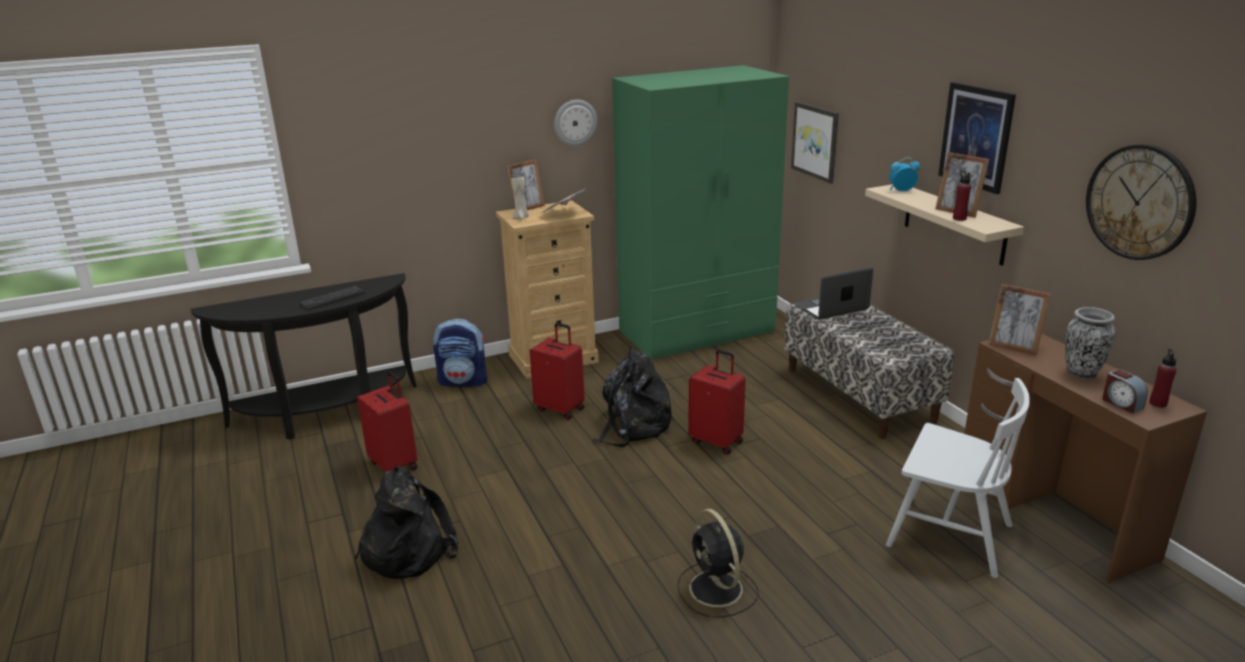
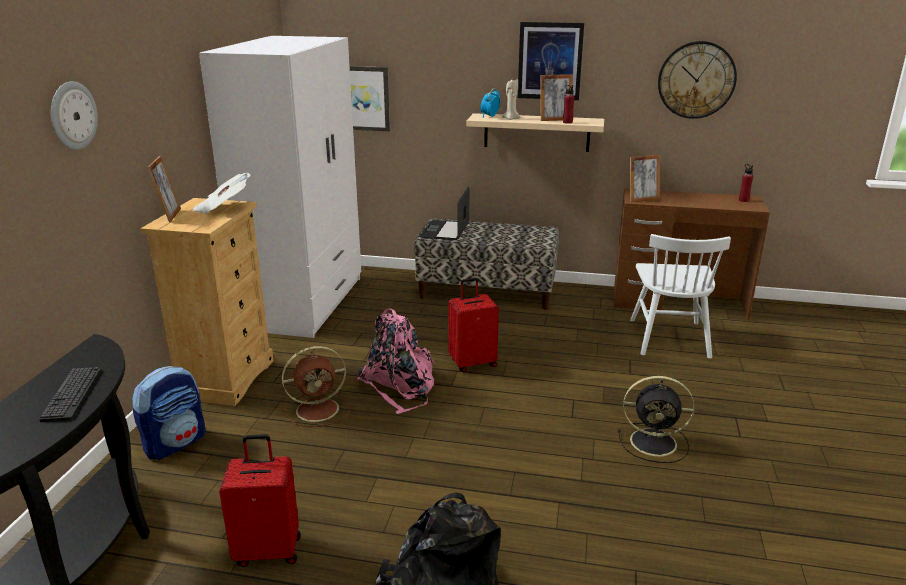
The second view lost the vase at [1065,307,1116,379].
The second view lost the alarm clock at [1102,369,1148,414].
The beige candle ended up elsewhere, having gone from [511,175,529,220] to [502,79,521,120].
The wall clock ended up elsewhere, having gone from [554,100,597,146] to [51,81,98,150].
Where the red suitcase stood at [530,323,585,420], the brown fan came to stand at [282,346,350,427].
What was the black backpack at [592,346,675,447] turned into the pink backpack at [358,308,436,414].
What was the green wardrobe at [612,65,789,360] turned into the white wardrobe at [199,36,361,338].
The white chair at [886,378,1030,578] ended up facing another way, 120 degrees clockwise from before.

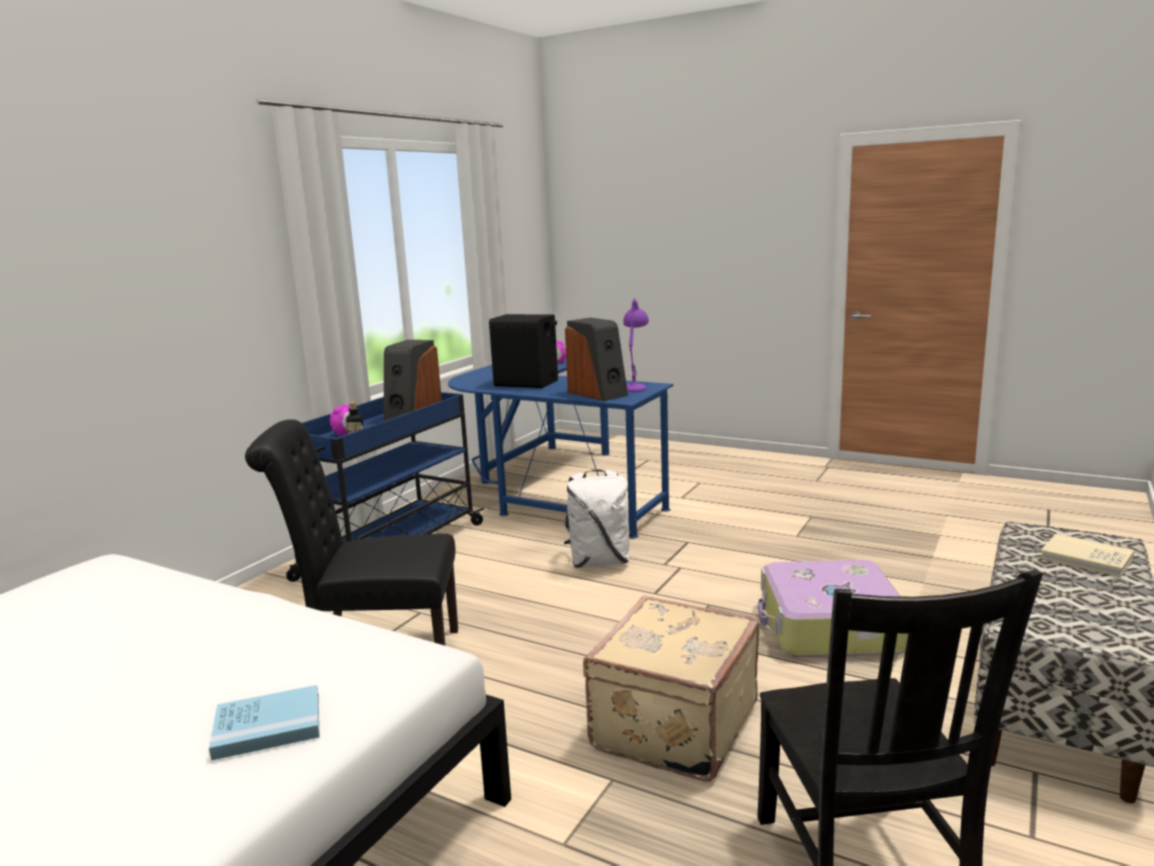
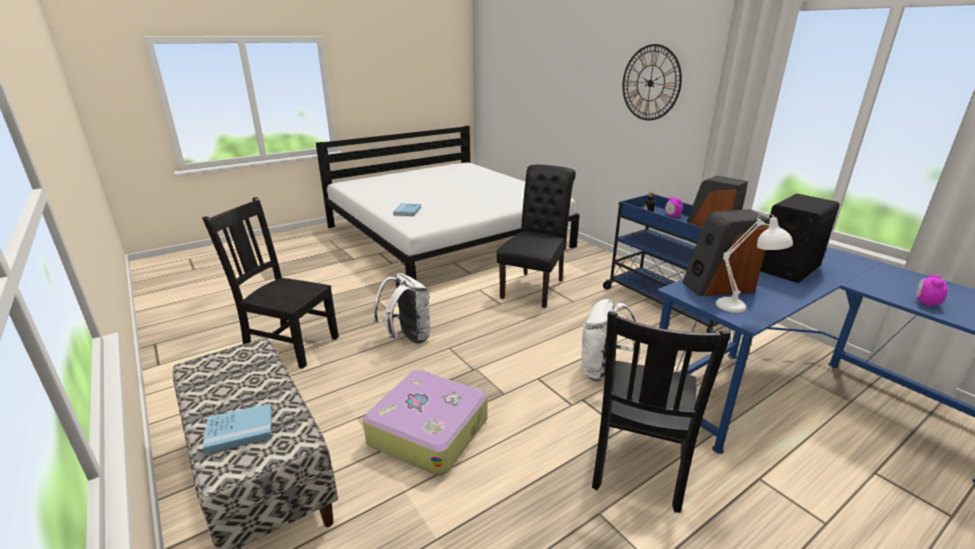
The second view gained the black chair at [592,311,731,513].
The second view gained the wall clock at [623,44,682,120].
Where the beige suitcase stood at [583,596,760,781], the white backpack came to stand at [373,273,431,344].
What was the purple table lamp at [623,298,649,392] turned into the white table lamp at [716,213,793,313].
What was the beige book at [1040,534,1134,577] turned into the blue book at [202,403,272,455].

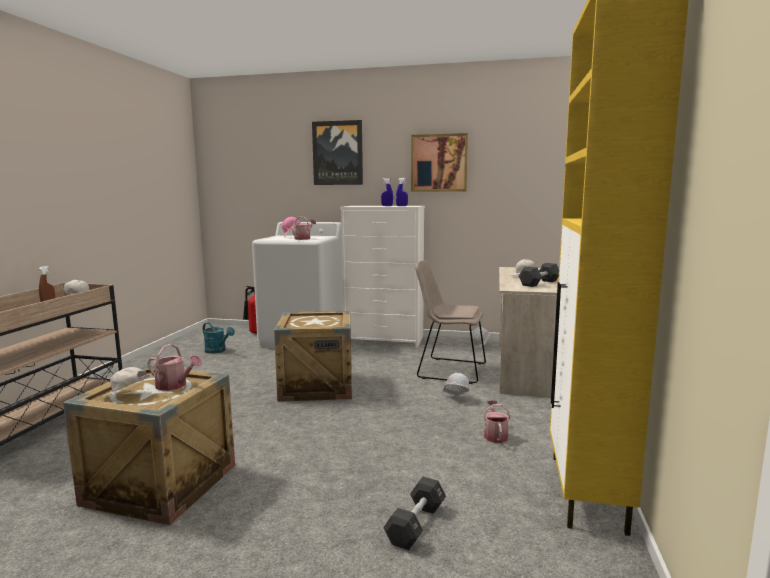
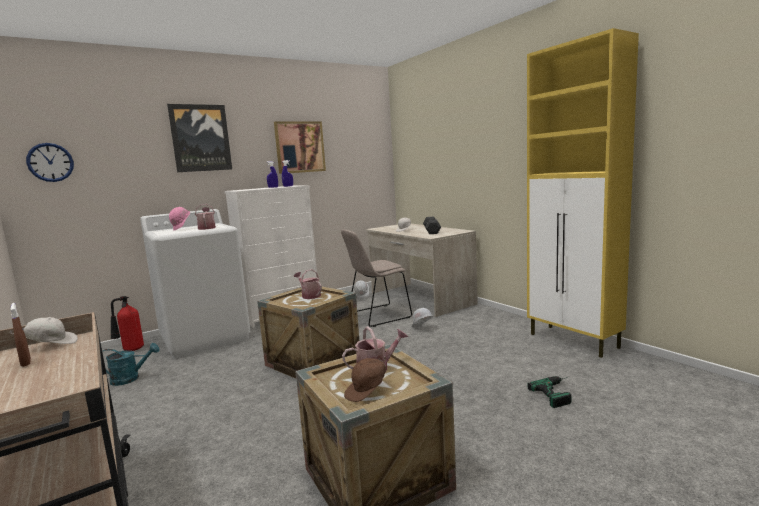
The second view gained the wall clock at [26,143,74,182].
The watering can ended up elsewhere, having gone from [483,400,510,443] to [294,269,322,299].
Where the black dumbbell stood at [383,477,446,550], the power drill came to stand at [528,376,572,408].
What was the white cap at [101,367,155,397] turned into the brown cap at [344,356,386,402].

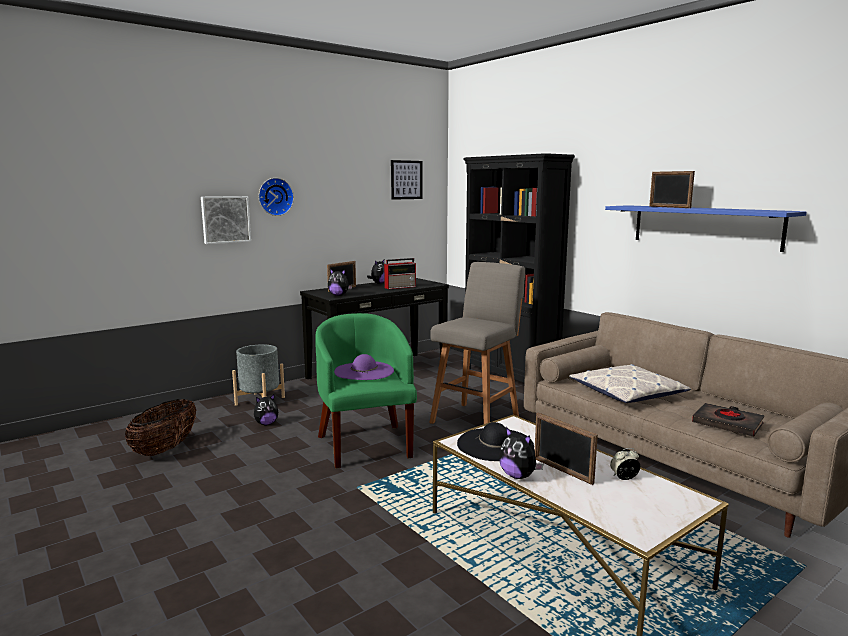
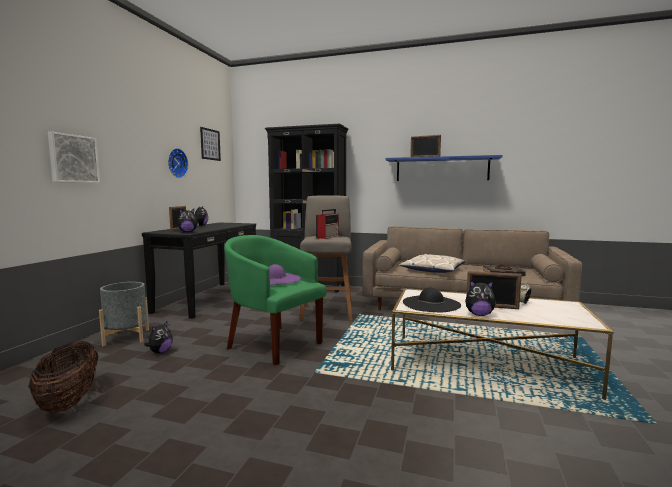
The wall clock ended up elsewhere, having gone from [259,178,294,216] to [168,148,188,178].
The radio ended up elsewhere, having gone from [384,258,416,289] to [316,209,339,239].

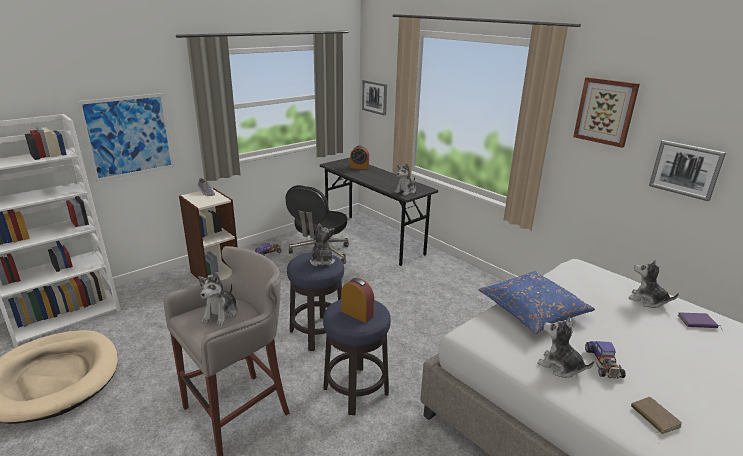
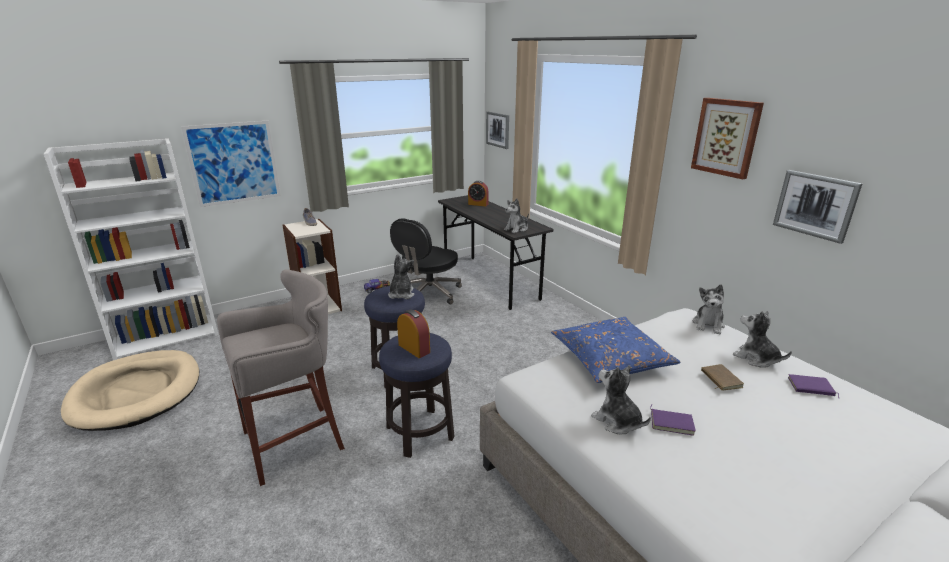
The plush toy ended up elsewhere, having gone from [198,273,238,326] to [693,285,725,335].
The brown book ended up elsewhere, having gone from [631,397,682,434] to [701,364,744,391].
Where the toy car stood at [585,341,626,379], the purple book came to stand at [650,404,696,436].

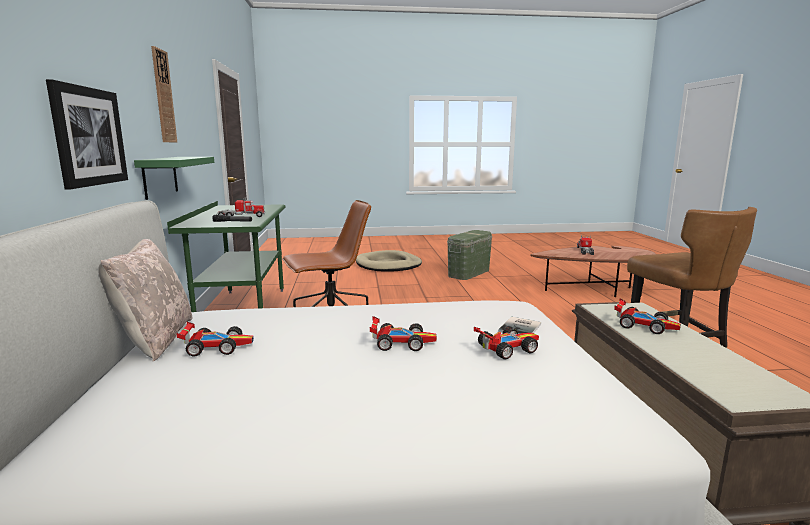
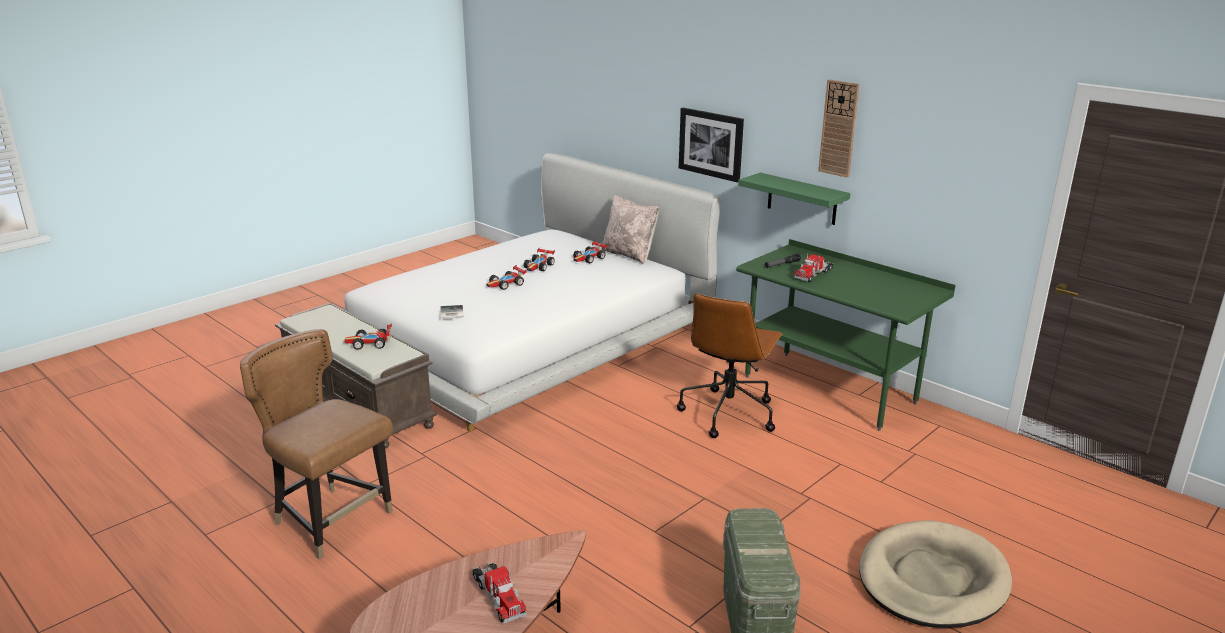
The toy car ended up elsewhere, having gone from [474,326,539,359] to [524,247,555,271].

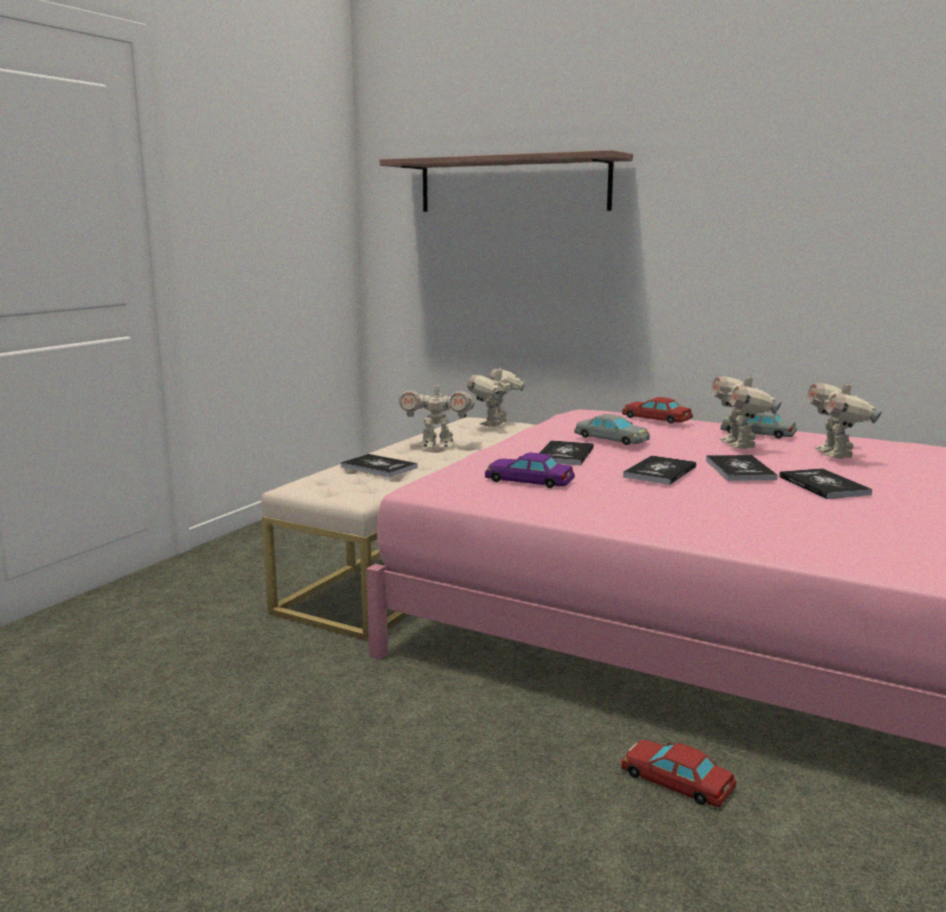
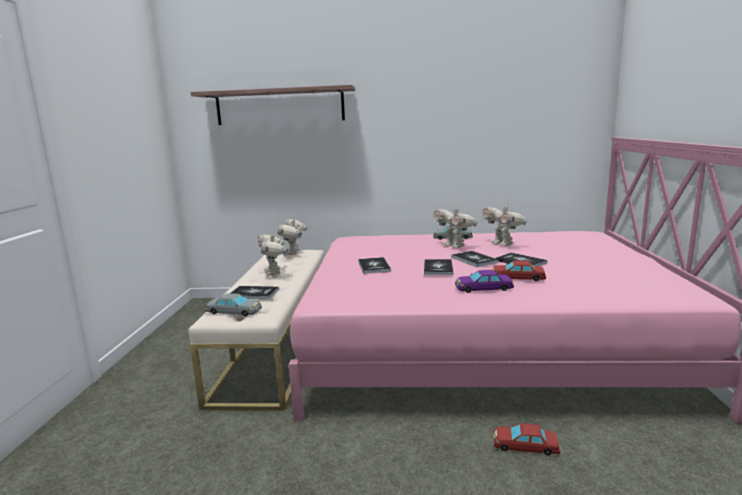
The purple toy car ended up elsewhere, having gone from [485,452,575,488] to [455,270,514,293].
The grey toy car ended up elsewhere, having gone from [574,414,650,445] to [205,293,262,317].
The red toy car ended up elsewhere, having gone from [622,397,693,424] to [491,260,546,281].
The toy robot at [399,378,474,448] ended up facing another way, 90 degrees clockwise from before.

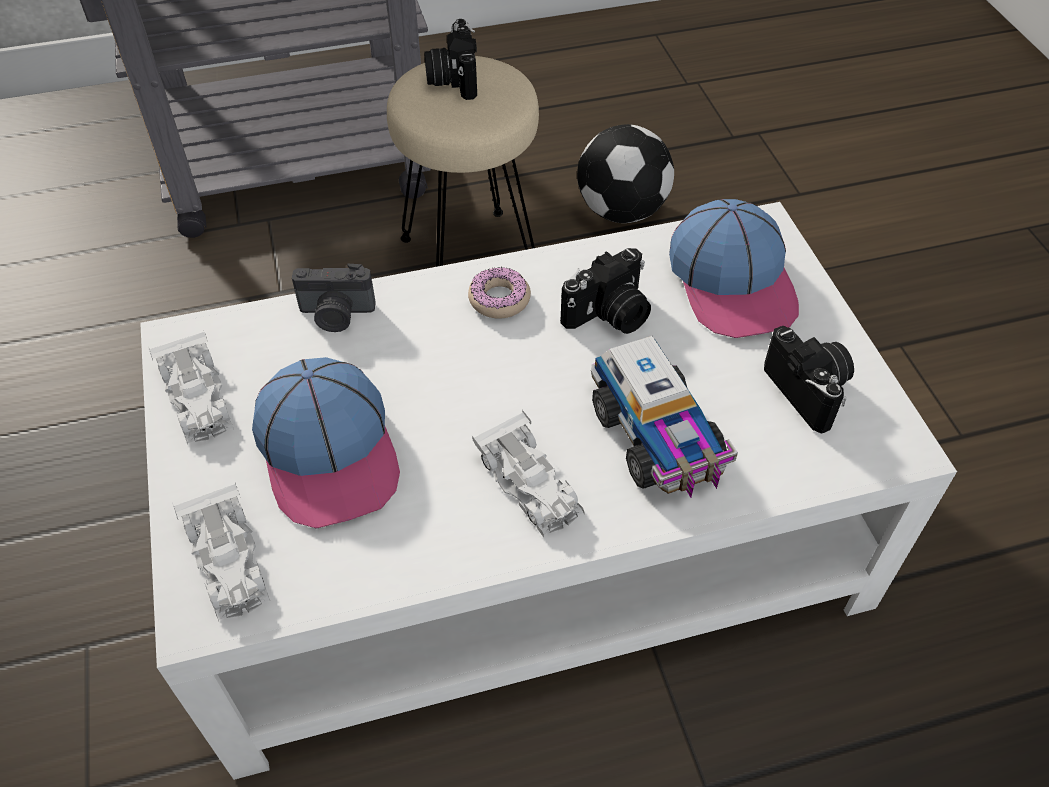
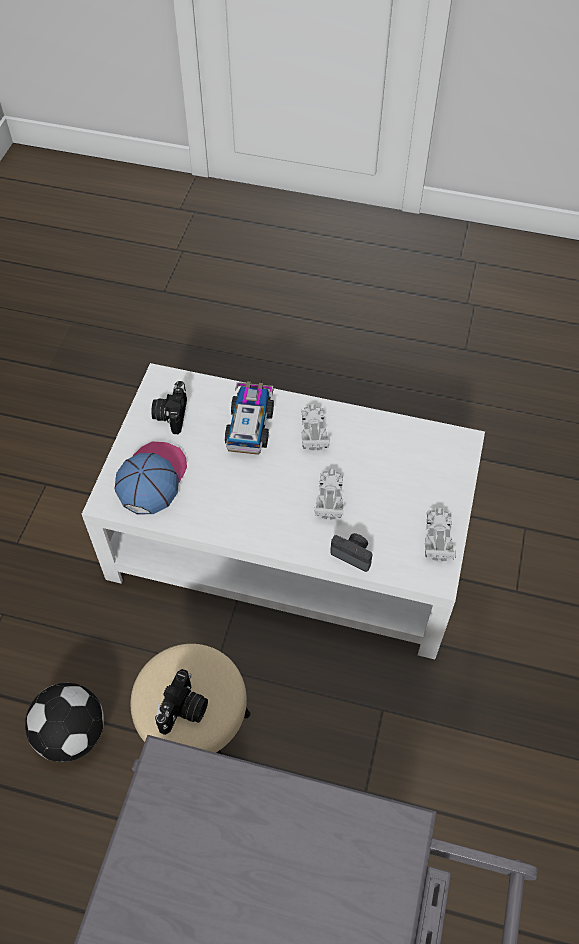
The second view lost the cap at [252,357,400,529].
The second view lost the donut at [468,267,531,319].
The second view lost the photo camera at [560,248,651,334].
The white toy car ended up elsewhere, having gone from [172,483,270,621] to [314,469,344,520].

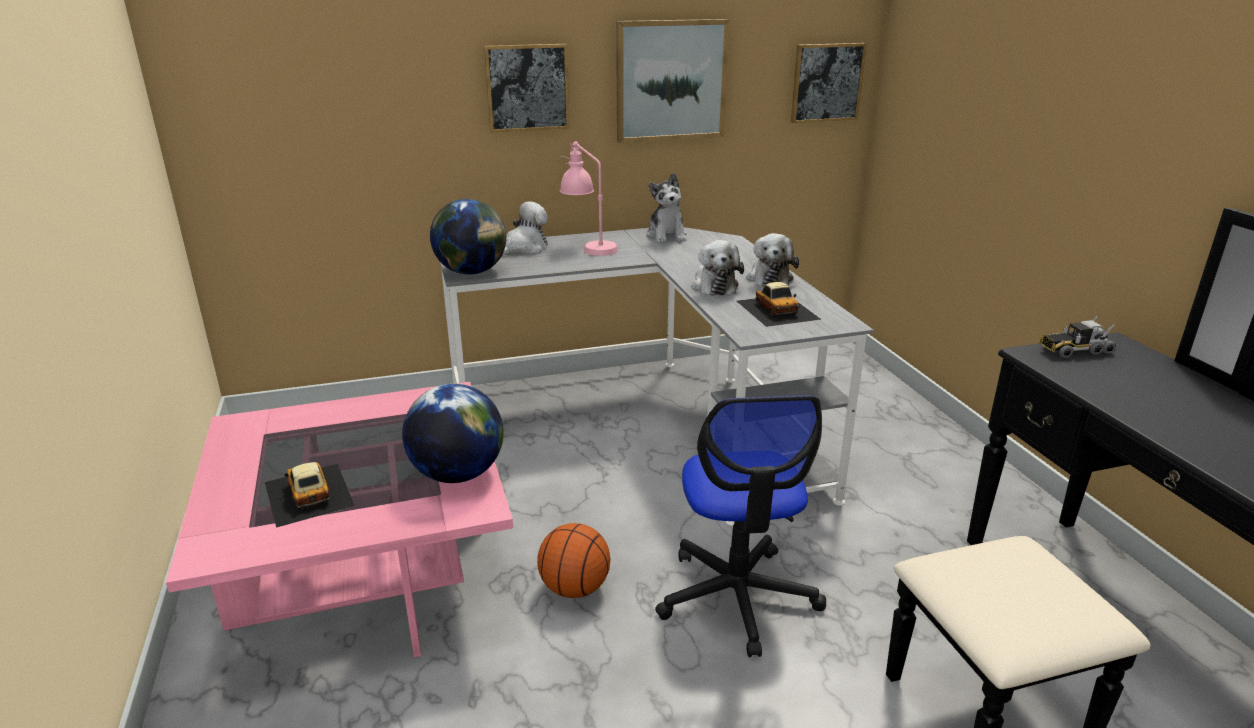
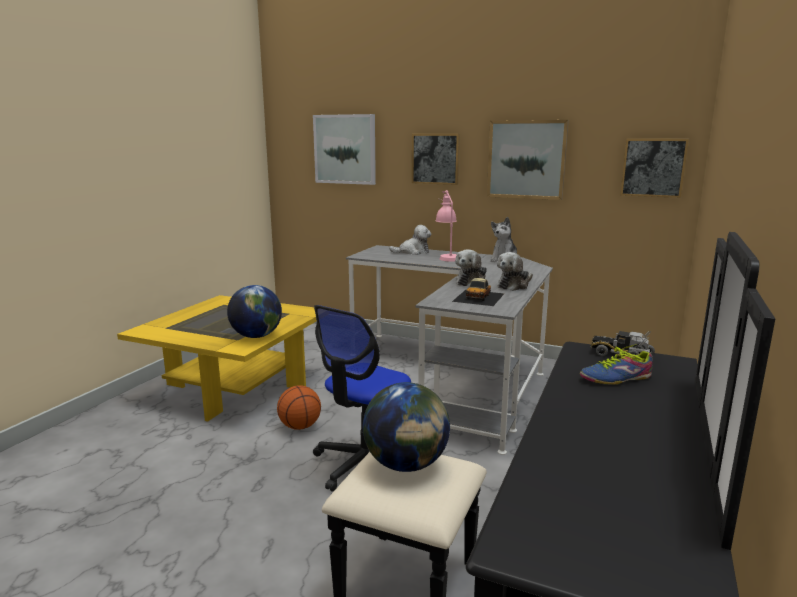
The second view lost the toy car at [265,462,355,528].
The second view gained the picture at [313,114,376,185].
The second view gained the shoe at [580,344,653,385].
The globe ended up elsewhere, having gone from [430,199,506,275] to [363,382,450,472].
What was the pink coffee table at [166,382,513,657] turned into the yellow coffee table at [117,295,317,422].

